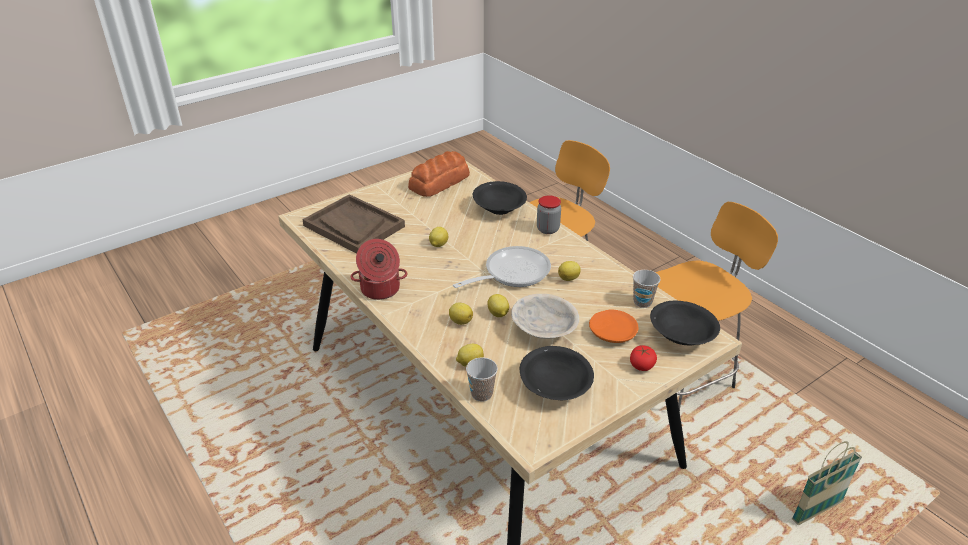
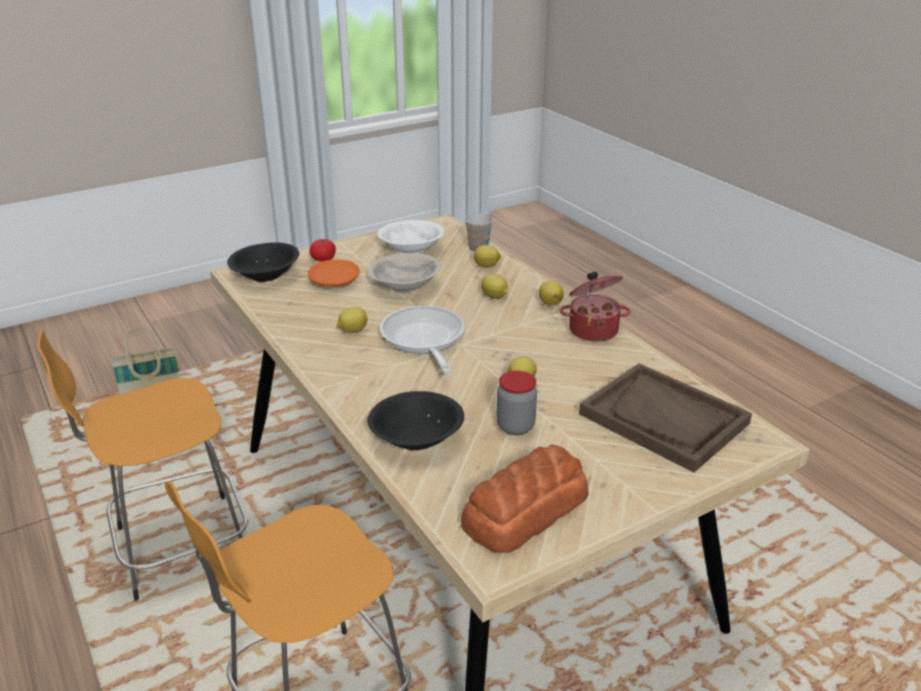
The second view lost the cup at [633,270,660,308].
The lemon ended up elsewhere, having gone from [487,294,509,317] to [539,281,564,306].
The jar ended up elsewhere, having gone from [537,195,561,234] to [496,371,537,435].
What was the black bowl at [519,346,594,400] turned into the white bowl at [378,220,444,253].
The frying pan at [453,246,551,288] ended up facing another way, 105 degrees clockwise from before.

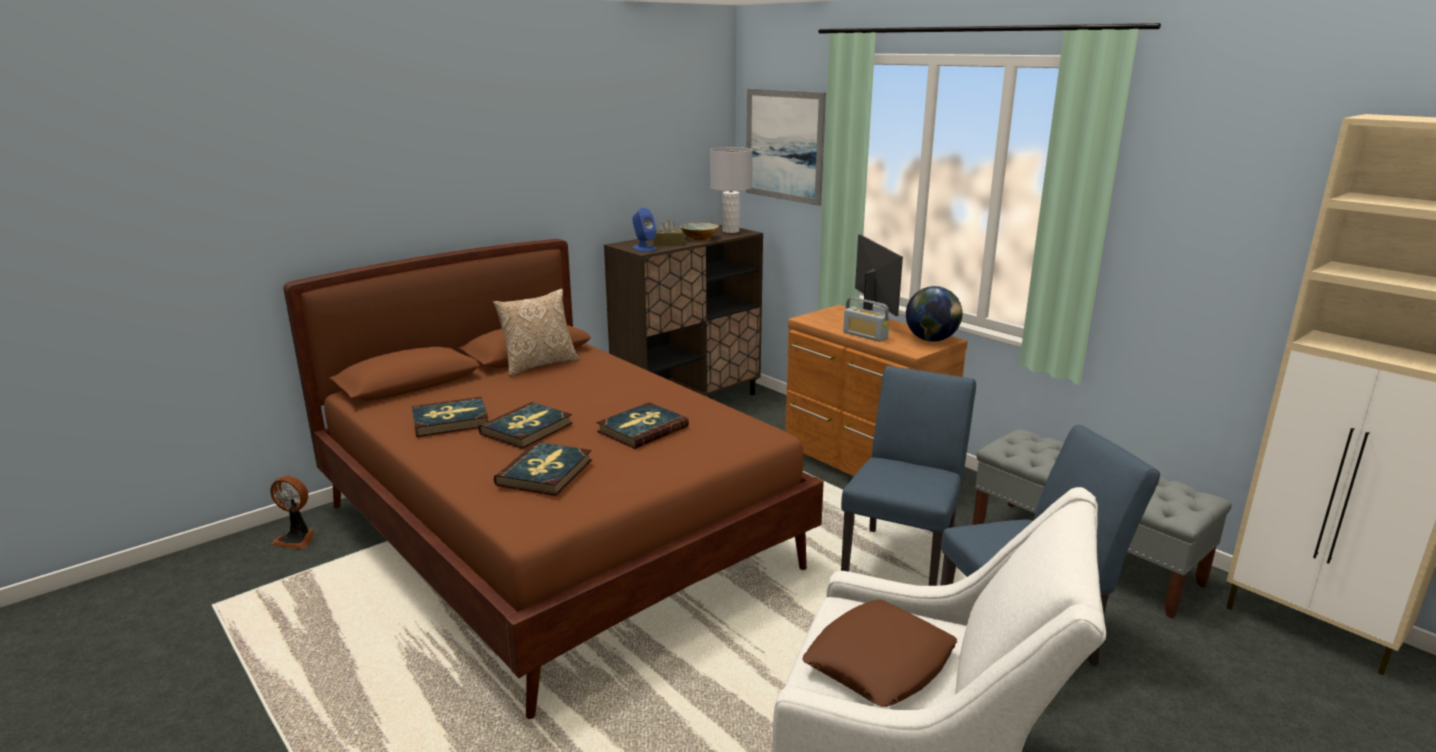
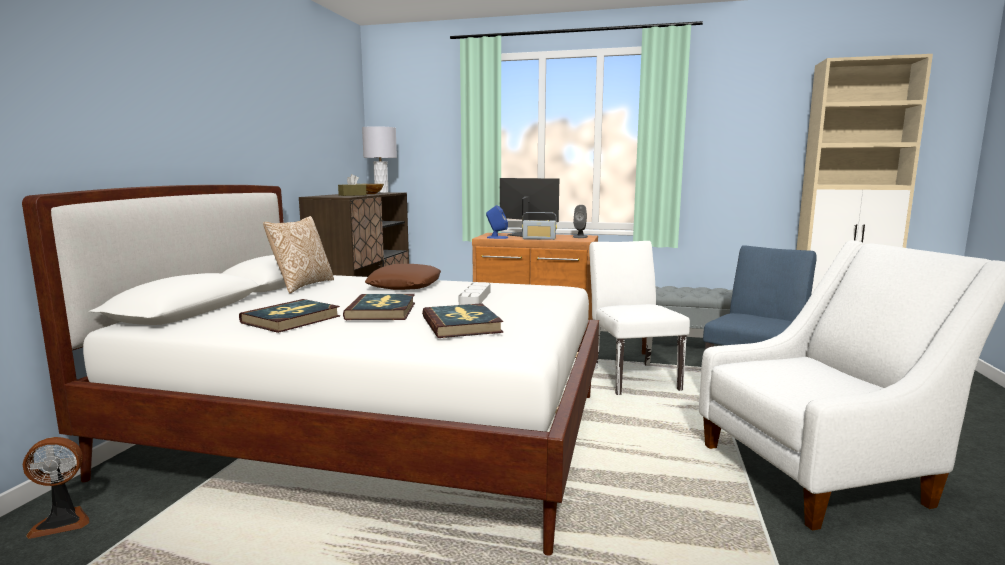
The second view lost the picture at [746,88,826,206].
The blue speaker ended up elsewhere, having gone from [632,208,657,252] to [486,205,508,239].
The brown pillow ended up elsewhere, having gone from [802,599,957,707] to [365,264,441,290].
Where the book stood at [597,402,689,449], the grey tray came to stand at [459,282,491,305].
Where the globe stood at [906,286,962,342], the grey speaker came to stand at [573,205,588,238].
What was the brown bed at [284,239,824,719] turned into the white bed at [22,185,599,556].
What was the blue chair at [841,366,976,586] turned into the white chair at [589,241,690,395].

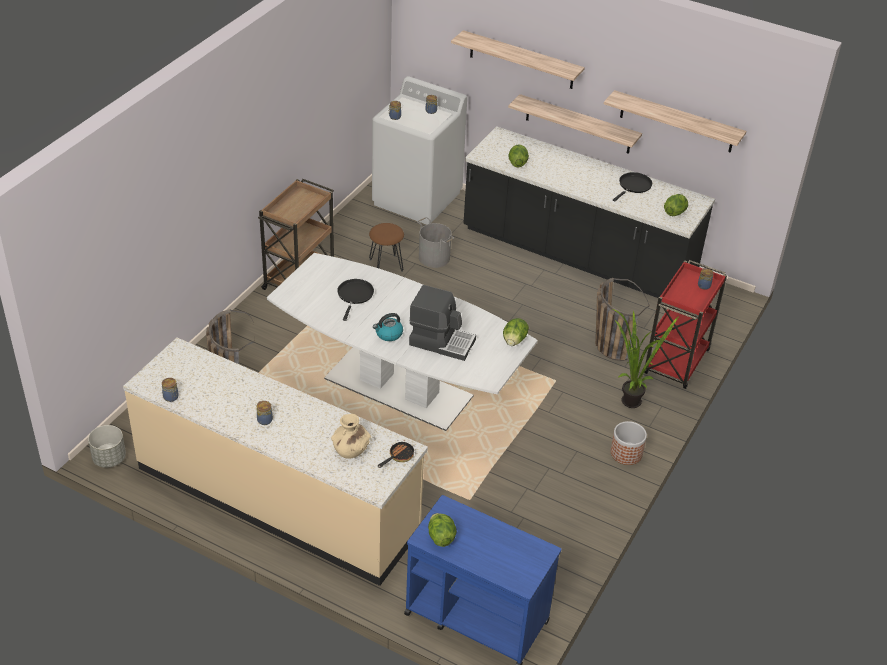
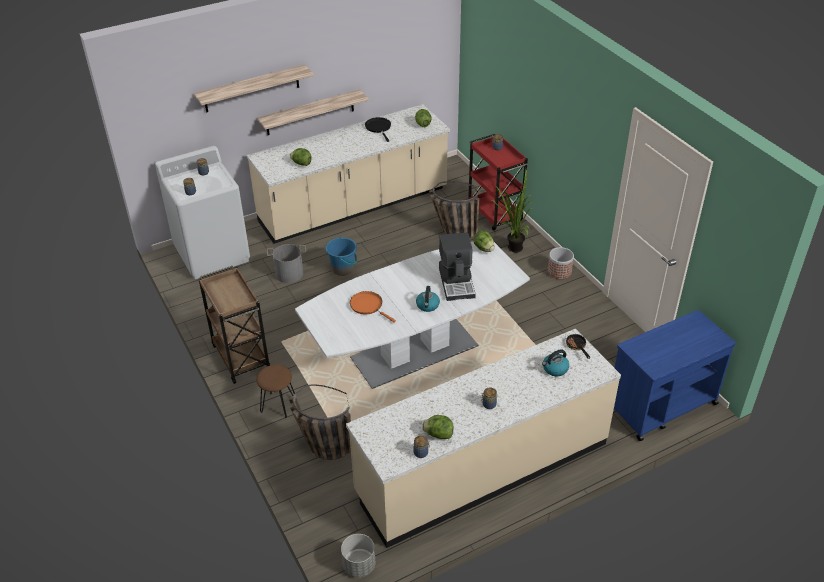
The second view lost the shelf at [604,90,746,153].
The second view gained the blue bucket at [326,237,357,276].
The brown stool ended up elsewhere, having gone from [369,223,404,272] to [256,365,295,418].
The lettuce ended up elsewhere, having gone from [428,513,457,547] to [422,415,454,439].
Where the beige vase stood at [331,414,371,459], the kettle came to stand at [542,349,569,376].
What was the black frying pan at [337,279,374,321] turned into the orange frying pan at [350,291,396,322].
What was the black counter at [463,126,715,298] turned into the beige counter at [247,104,450,244].
The coffee machine at [409,285,476,361] ended up facing another way, 120 degrees clockwise from before.

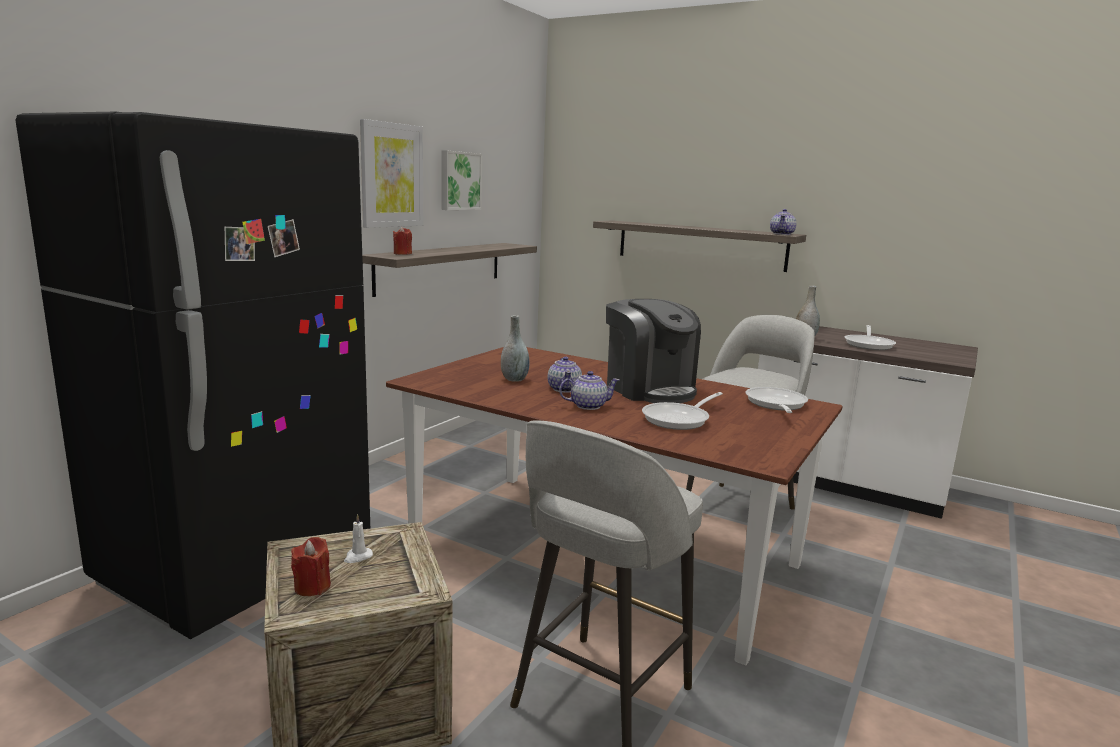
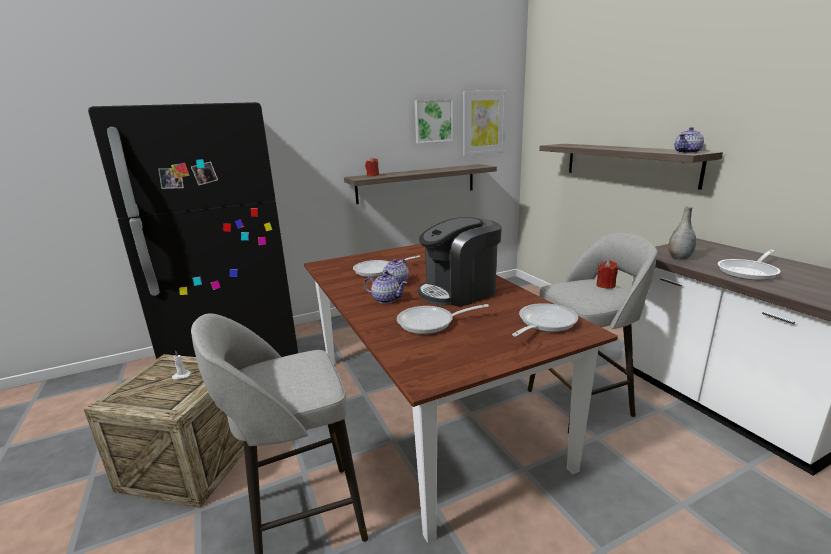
The red candle ended up elsewhere, having gone from [291,537,331,596] to [597,260,618,289].
The picture ended up elsewhere, having gone from [360,119,423,228] to [463,90,506,156].
Where the grey vase stood at [501,315,530,382], the frying pan came to stand at [353,256,420,277].
The coffee machine at [606,299,701,403] ended up facing another way, 60 degrees clockwise from before.

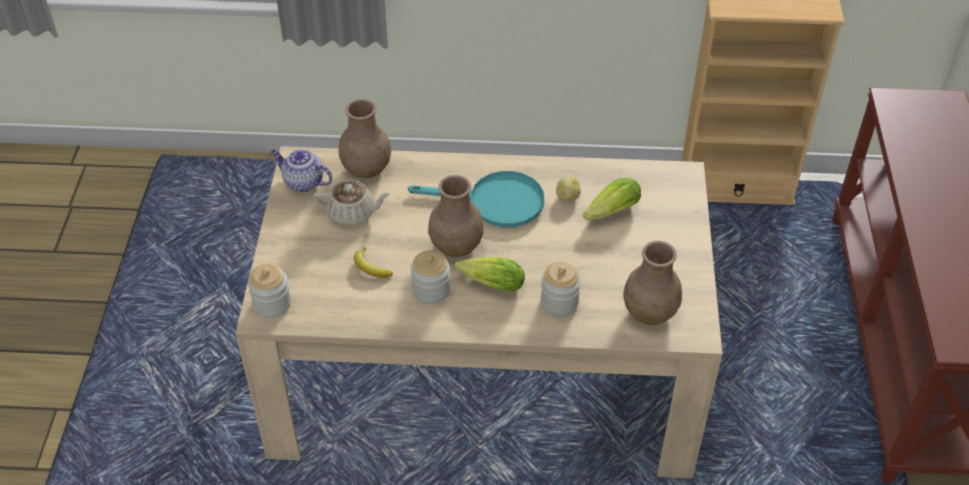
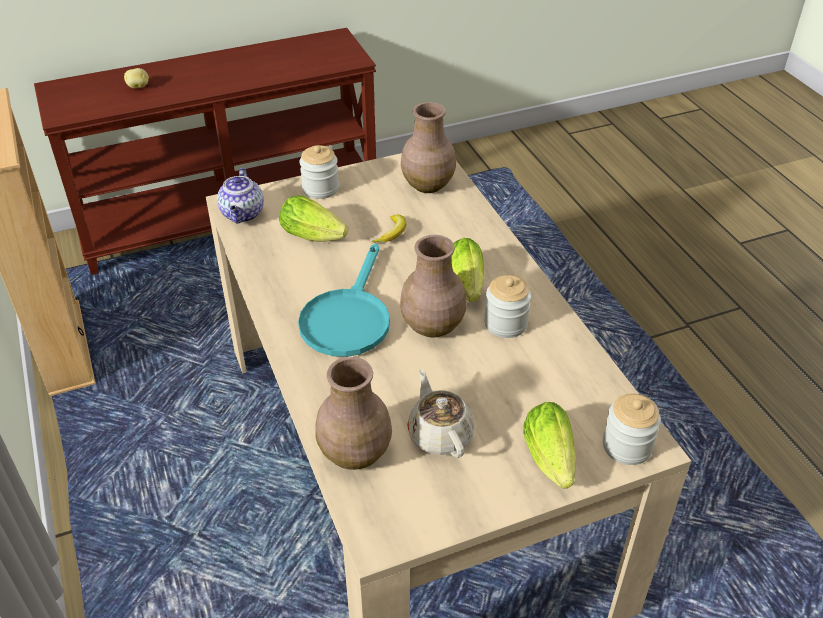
The second view gained the lettuce at [523,402,576,489].
The teapot ended up elsewhere, having gone from [271,149,332,192] to [217,168,264,223].
The banana ended up elsewhere, having gone from [354,247,393,278] to [372,214,406,243].
The jar ended up elsewhere, having gone from [541,262,581,316] to [300,145,339,199].
The potato ended up elsewhere, having gone from [556,177,581,202] to [124,68,149,88].
The turquoise frying pan at [408,171,544,227] ended up facing another way, 150 degrees counterclockwise from before.

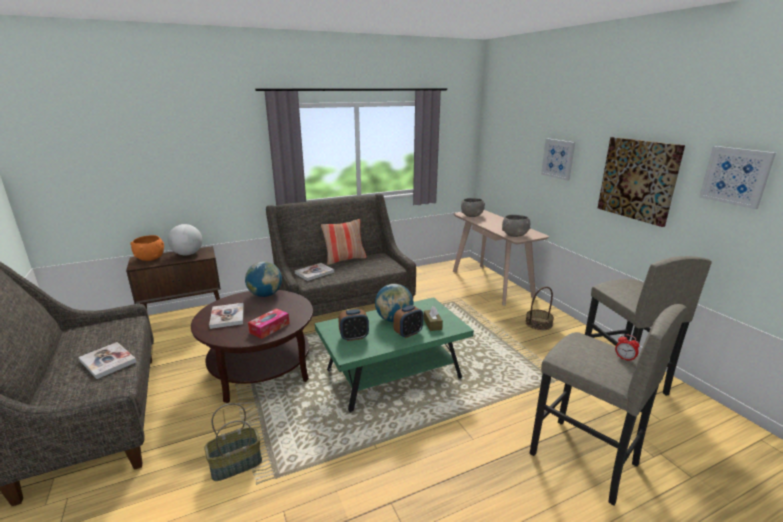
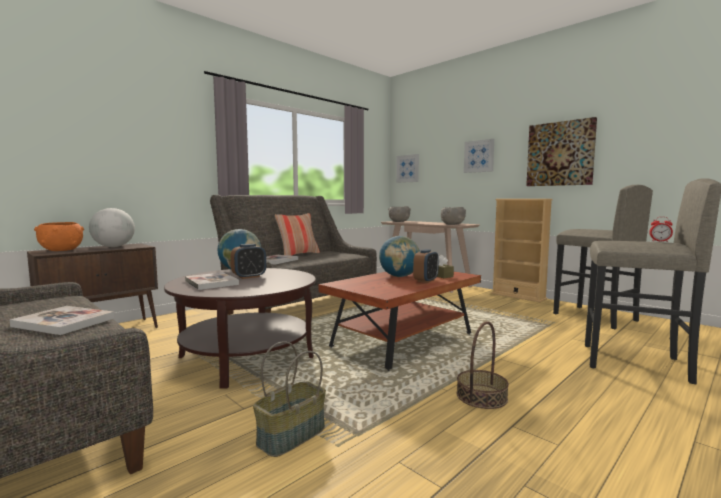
The second view lost the tissue box at [248,308,290,339].
The second view gained the beige bookcase at [492,199,553,302].
The alarm clock ended up elsewhere, having gone from [338,309,369,341] to [231,244,266,279].
The basket ended up elsewhere, having gone from [525,287,554,330] to [457,321,509,409].
The picture ended up elsewhere, having gone from [699,146,776,209] to [396,154,419,183].
What was the green coffee table at [315,297,474,413] turned into the brown coffee table at [319,271,481,371].

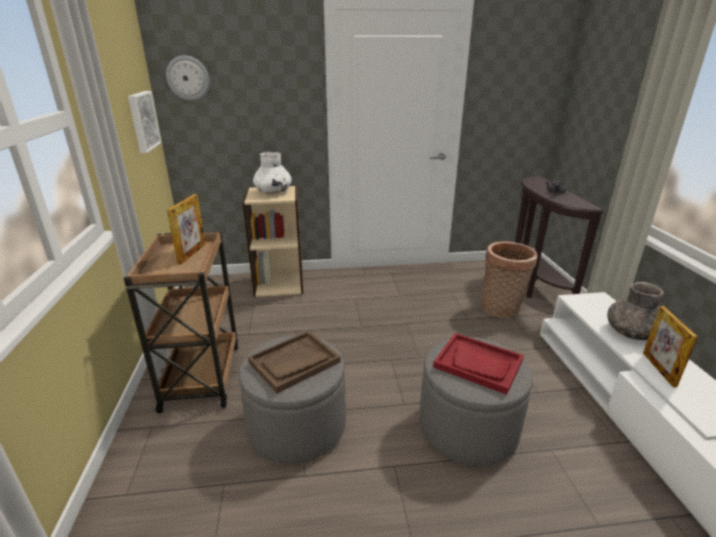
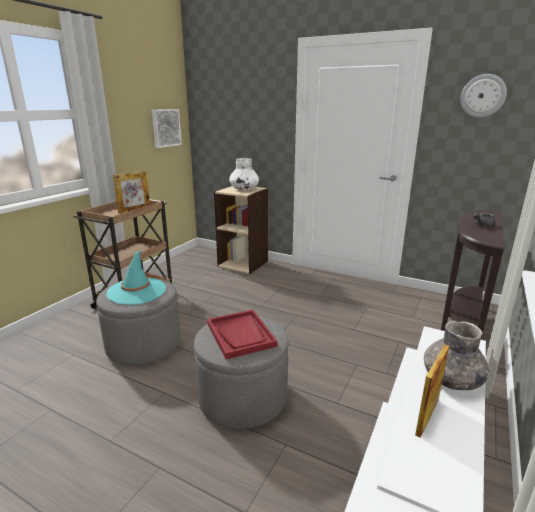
The second view lost the basket at [482,242,538,318].
The wall clock ended up elsewhere, having gone from [166,55,210,100] to [461,74,507,118].
Where the brown tray stood at [248,331,341,393], the turquoise hat came to stand at [106,250,166,305].

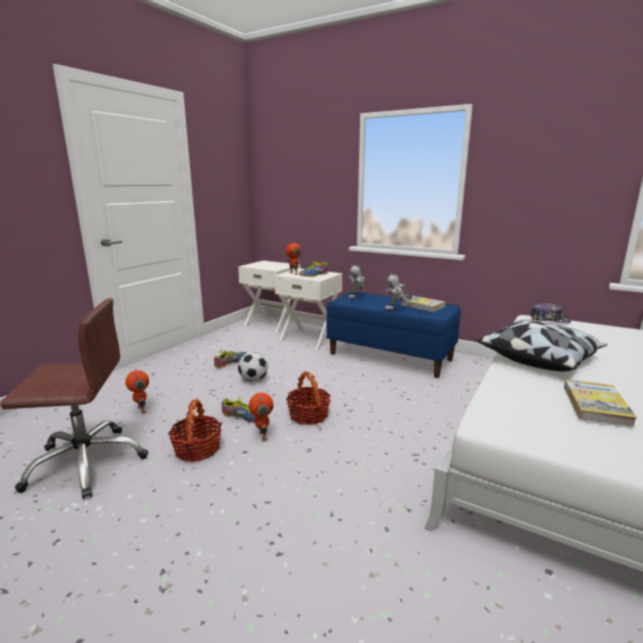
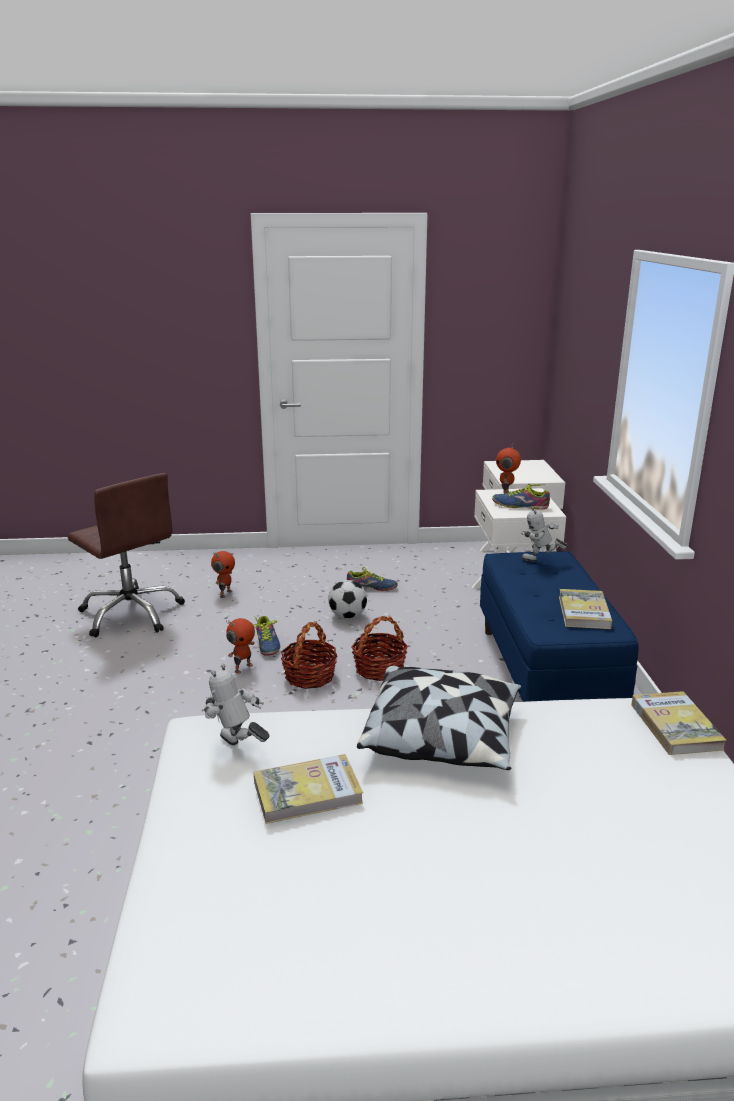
The basket ended up elsewhere, having gone from [168,399,222,462] to [351,616,408,681].
The toy robot ended up elsewhere, having gone from [384,273,412,311] to [204,664,269,745].
Where the cap stood at [530,303,571,323], the book came to stand at [631,691,727,755].

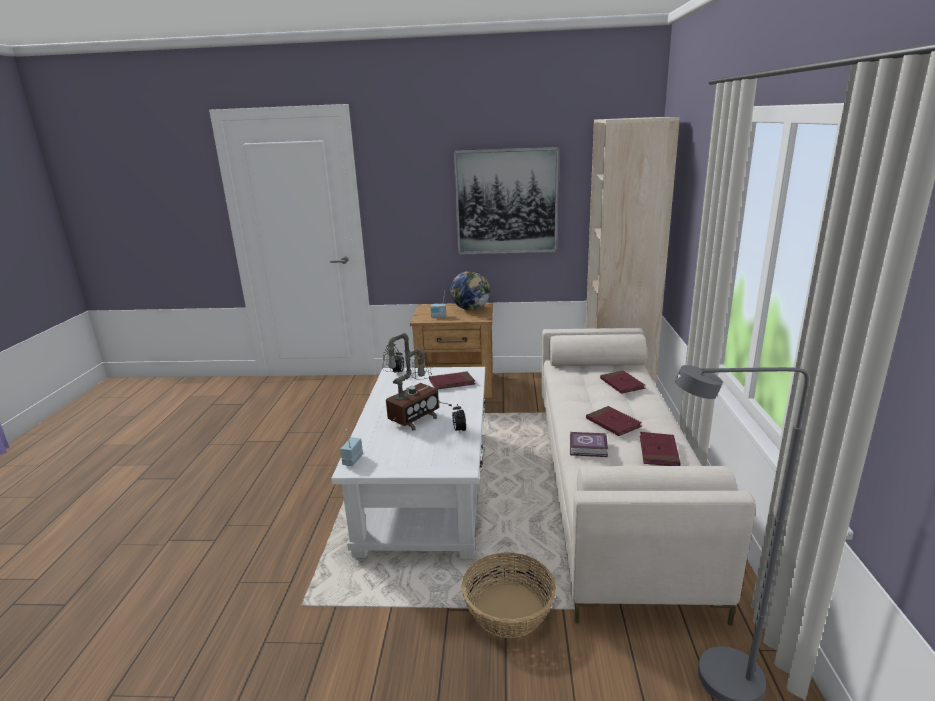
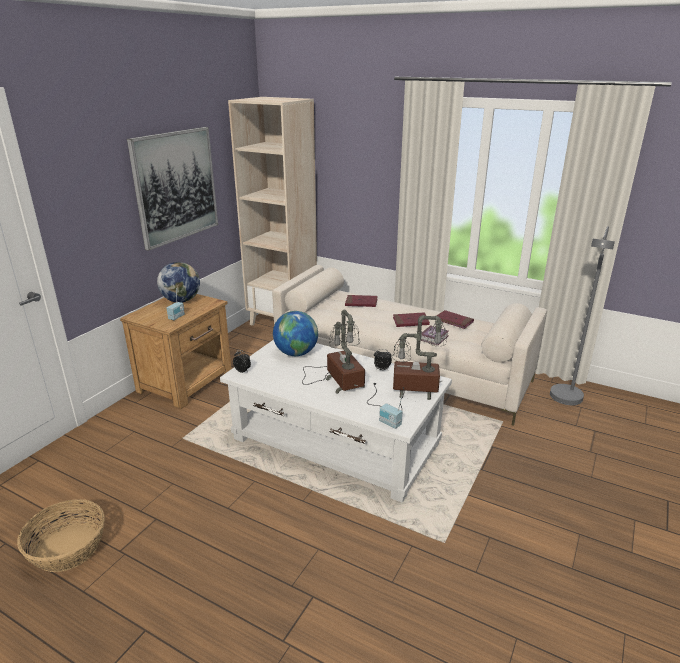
The second view gained the table lamp at [367,315,447,408].
The basket ended up elsewhere, having gone from [462,552,556,638] to [17,499,105,572].
Where the red book stood at [429,371,475,389], the globe came to stand at [273,311,318,356].

